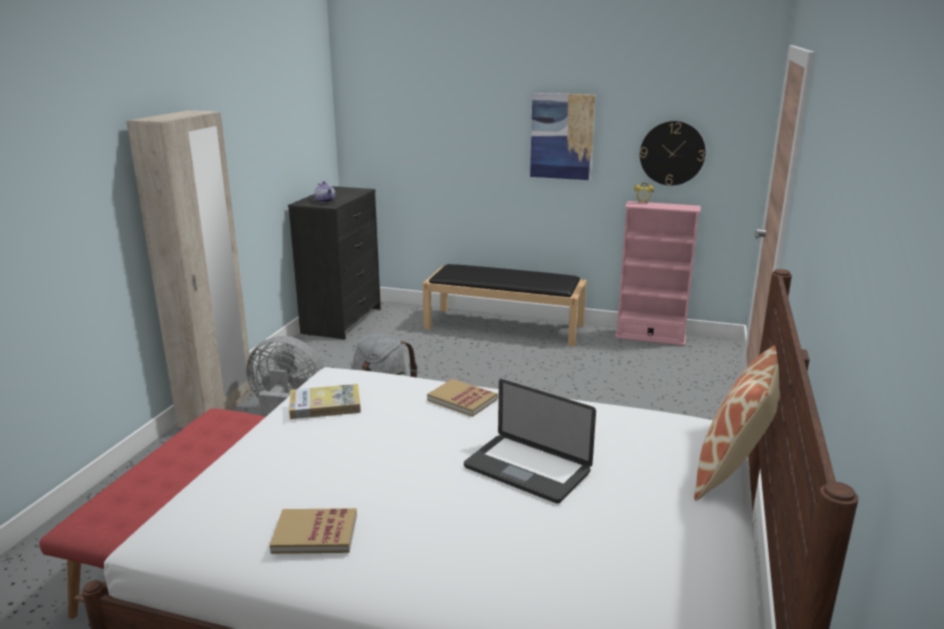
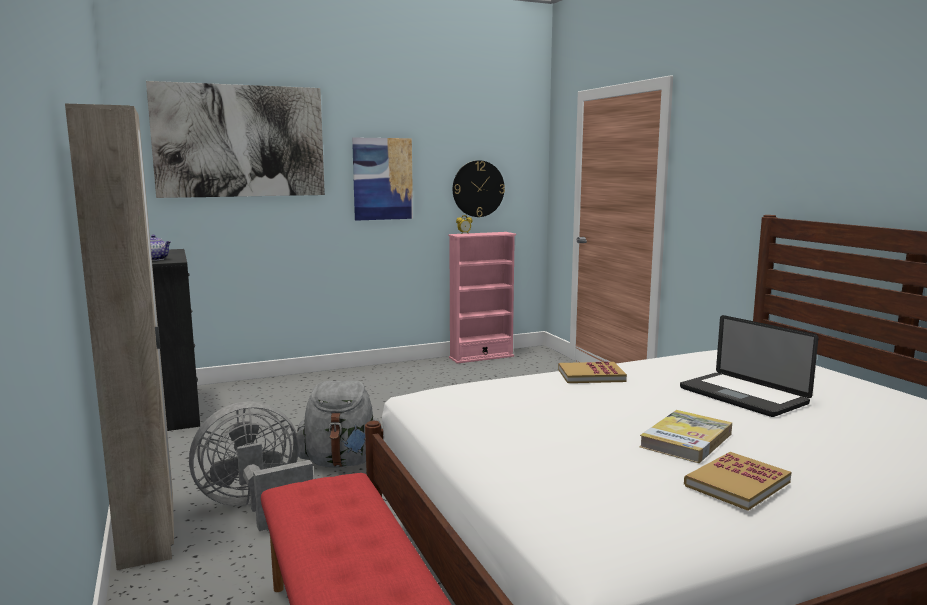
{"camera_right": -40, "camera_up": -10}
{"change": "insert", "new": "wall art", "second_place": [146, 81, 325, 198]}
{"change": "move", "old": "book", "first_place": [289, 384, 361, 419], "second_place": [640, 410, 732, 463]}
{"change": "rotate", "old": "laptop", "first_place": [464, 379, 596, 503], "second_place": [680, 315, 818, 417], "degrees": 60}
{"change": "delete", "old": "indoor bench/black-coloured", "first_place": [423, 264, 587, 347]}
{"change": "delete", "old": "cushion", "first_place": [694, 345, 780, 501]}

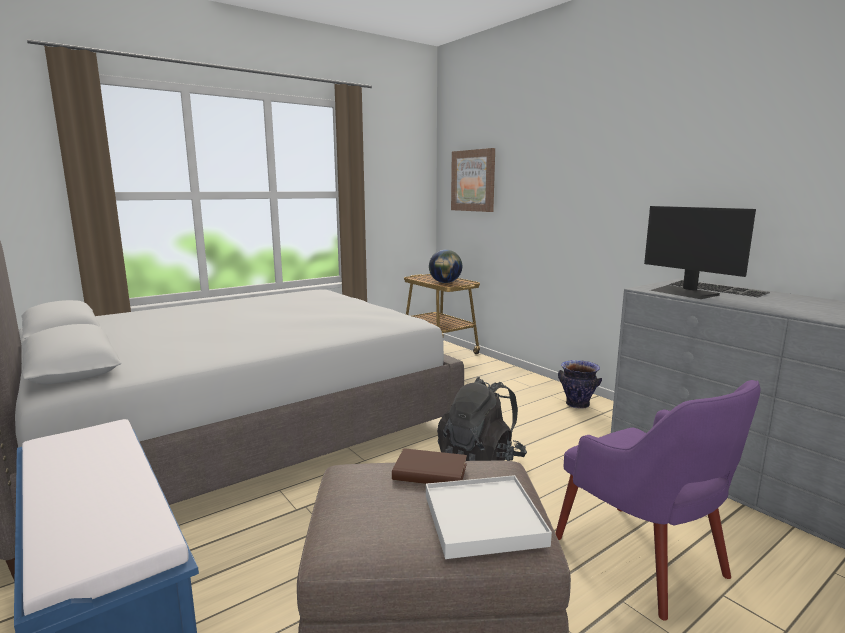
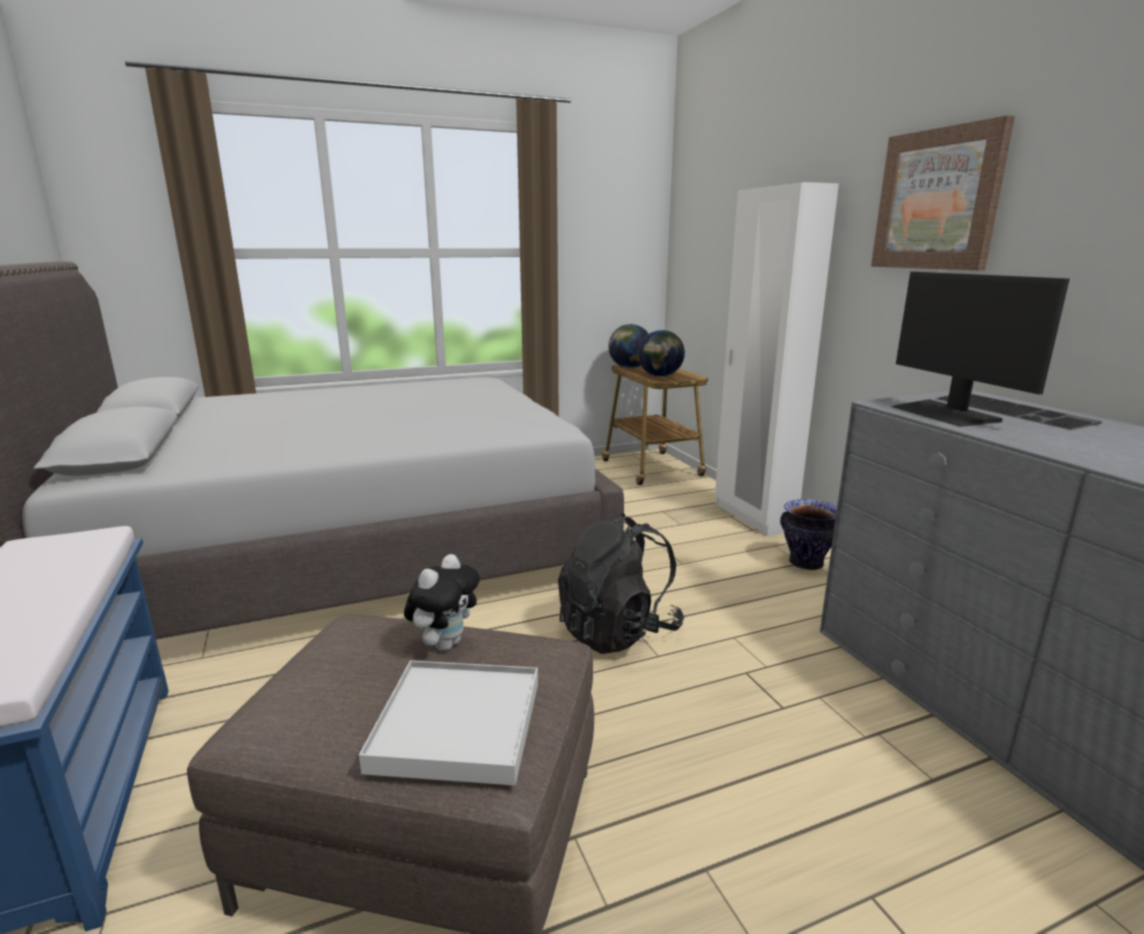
{"camera_right": 15, "camera_up": 5}
{"change": "replace", "old": "book/brown-coloured", "new": "cuddly toy", "first_place": [392, 448, 467, 484], "second_place": [404, 554, 480, 651]}
{"change": "insert", "new": "desk globe", "second_place": [609, 324, 648, 368]}
{"change": "insert", "new": "clothes cupboard/whitish", "second_place": [715, 182, 839, 536]}
{"change": "move", "old": "wall art", "first_place": [451, 148, 495, 212], "second_place": [871, 115, 1015, 270]}
{"change": "delete", "old": "armchair/purple-coloured", "first_place": [555, 380, 760, 621]}

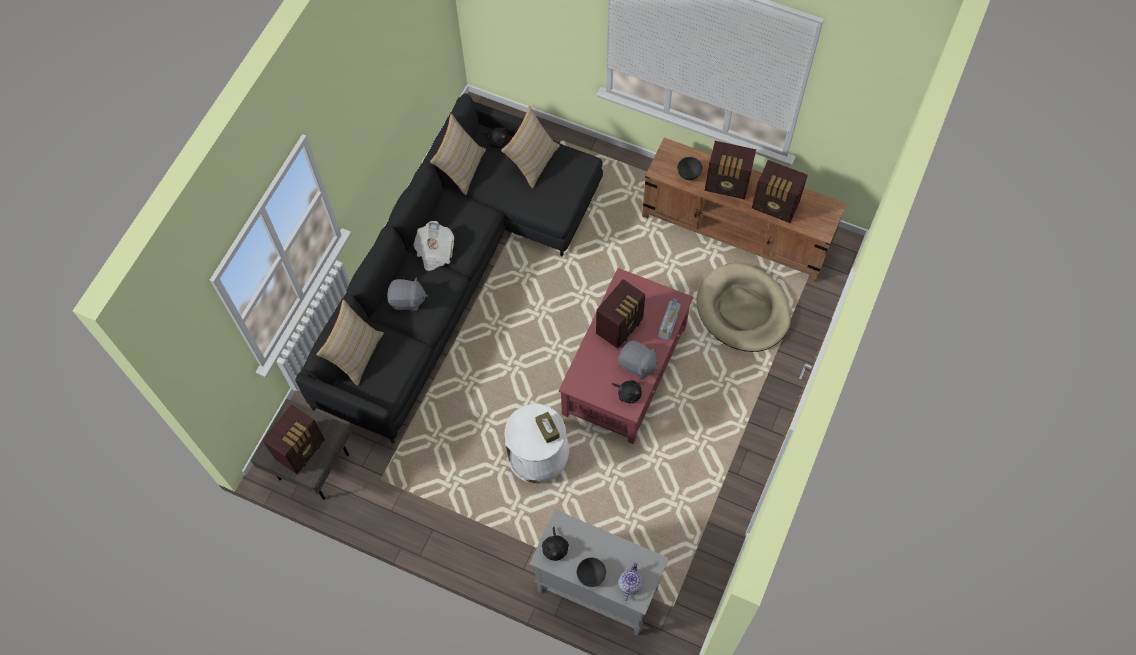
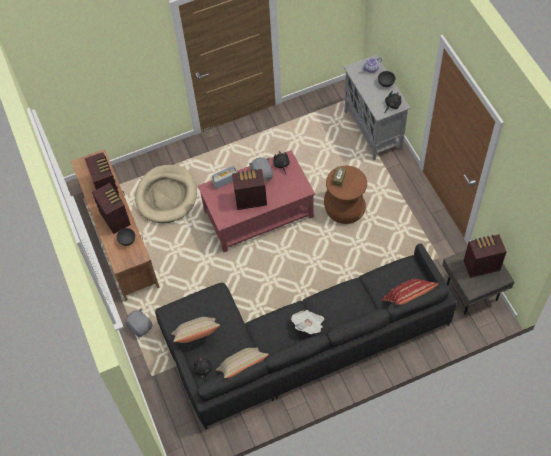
{"camera_right": -135, "camera_up": -5}
{"change": "move", "old": "cuddly toy/grey", "first_place": [387, 277, 428, 311], "second_place": [124, 308, 152, 337]}
{"change": "recolor", "old": "stool seat/whitish", "new": "stool seat/brown-coloured", "first_place": [505, 404, 569, 484], "second_place": [324, 166, 367, 224]}
{"change": "recolor", "old": "cushion/sand-coloured", "new": "cushion/reddish", "first_place": [316, 300, 384, 386], "second_place": [381, 279, 439, 305]}

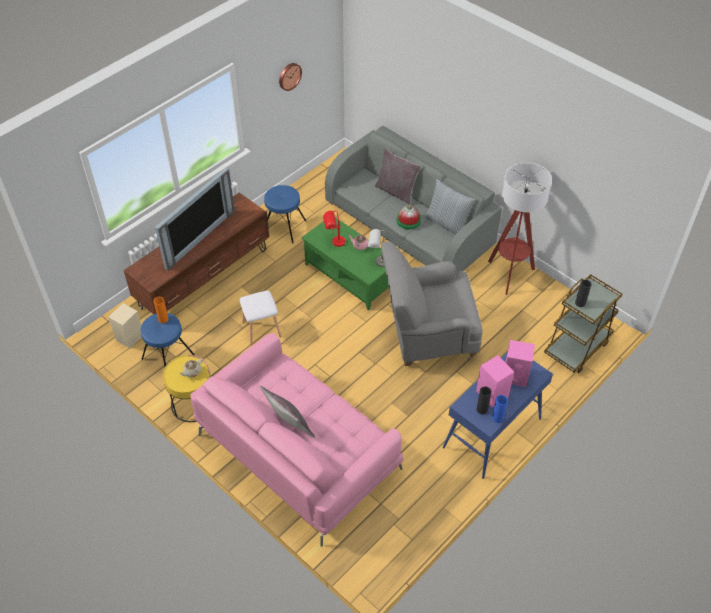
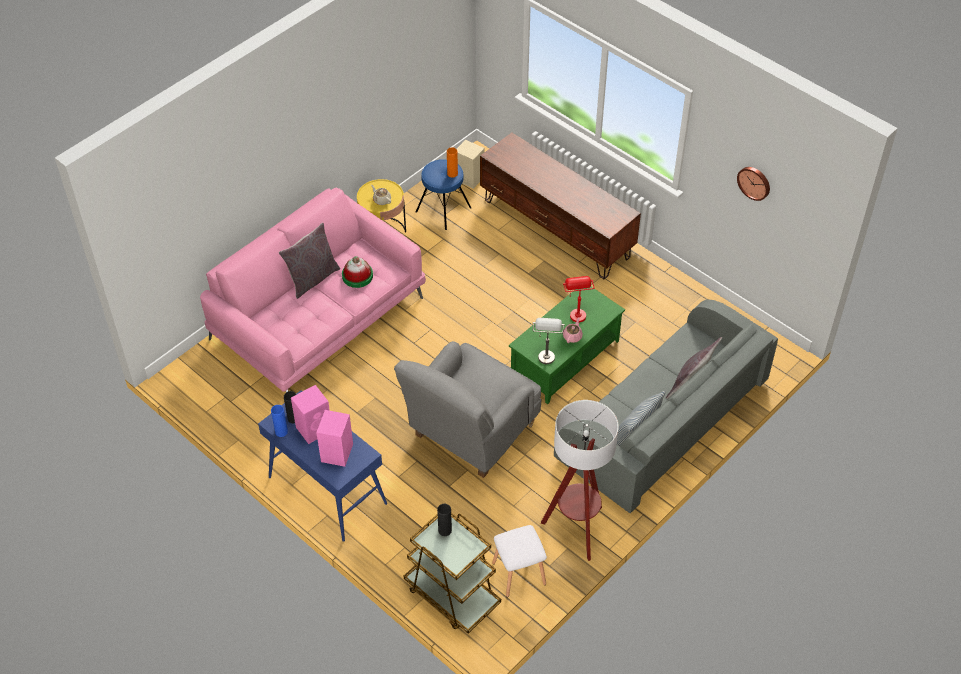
{"camera_right": 90, "camera_up": 0}
{"change": "move", "old": "wearable hat", "first_place": [397, 204, 421, 230], "second_place": [342, 256, 373, 288]}
{"change": "rotate", "old": "armchair/grey", "first_place": [381, 242, 483, 366], "second_place": [394, 341, 541, 478], "degrees": -135}
{"change": "move", "old": "stool seat/whitish", "first_place": [239, 291, 281, 345], "second_place": [492, 525, 547, 597]}
{"change": "delete", "old": "TV", "first_place": [155, 168, 235, 271]}
{"change": "delete", "old": "stool seat/bluish", "first_place": [264, 185, 306, 243]}

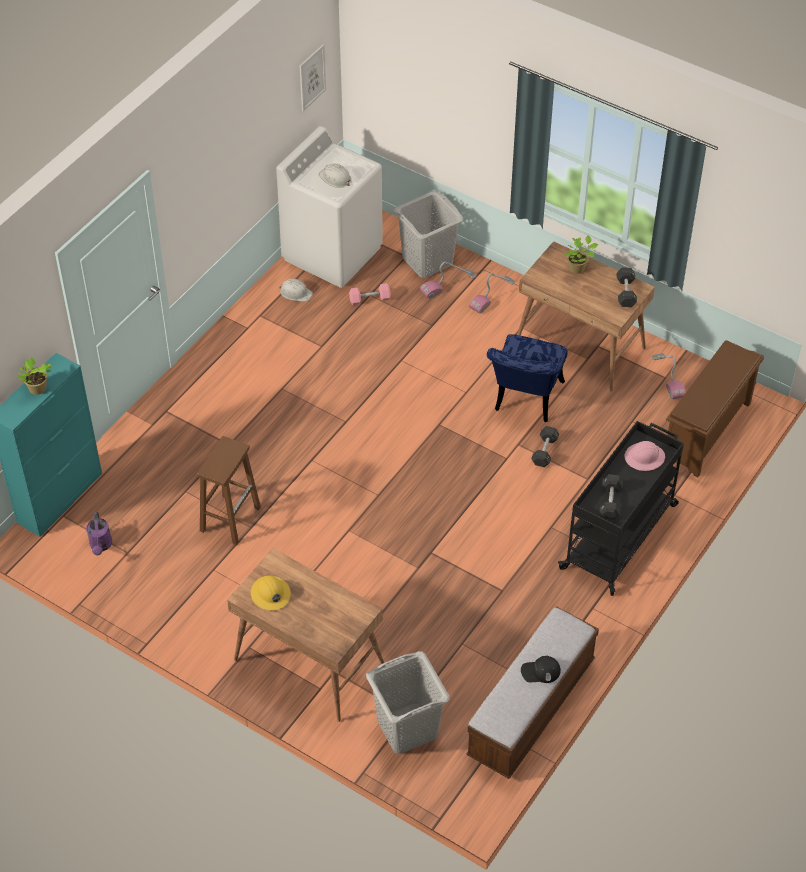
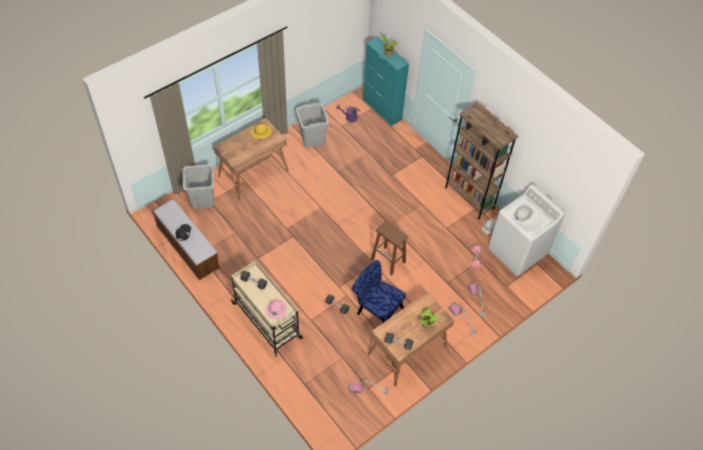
{"camera_right": 105, "camera_up": 5}
{"change": "recolor", "old": "wheeled cart/black-coloured", "new": "wheeled cart/sand-coloured", "first_place": [558, 421, 684, 596], "second_place": [231, 261, 303, 357]}
{"change": "move", "old": "laundry basket/grey", "first_place": [394, 191, 464, 278], "second_place": [296, 103, 329, 148]}
{"change": "move", "old": "stool seat/brown-coloured", "first_place": [197, 436, 261, 545], "second_place": [371, 220, 408, 276]}
{"change": "insert", "new": "shelving unit/brown-coloured", "second_place": [445, 102, 518, 219]}
{"change": "delete", "old": "wall art", "first_place": [300, 44, 326, 112]}
{"change": "delete", "old": "shoe stand/brown-coloured", "first_place": [666, 340, 764, 478]}

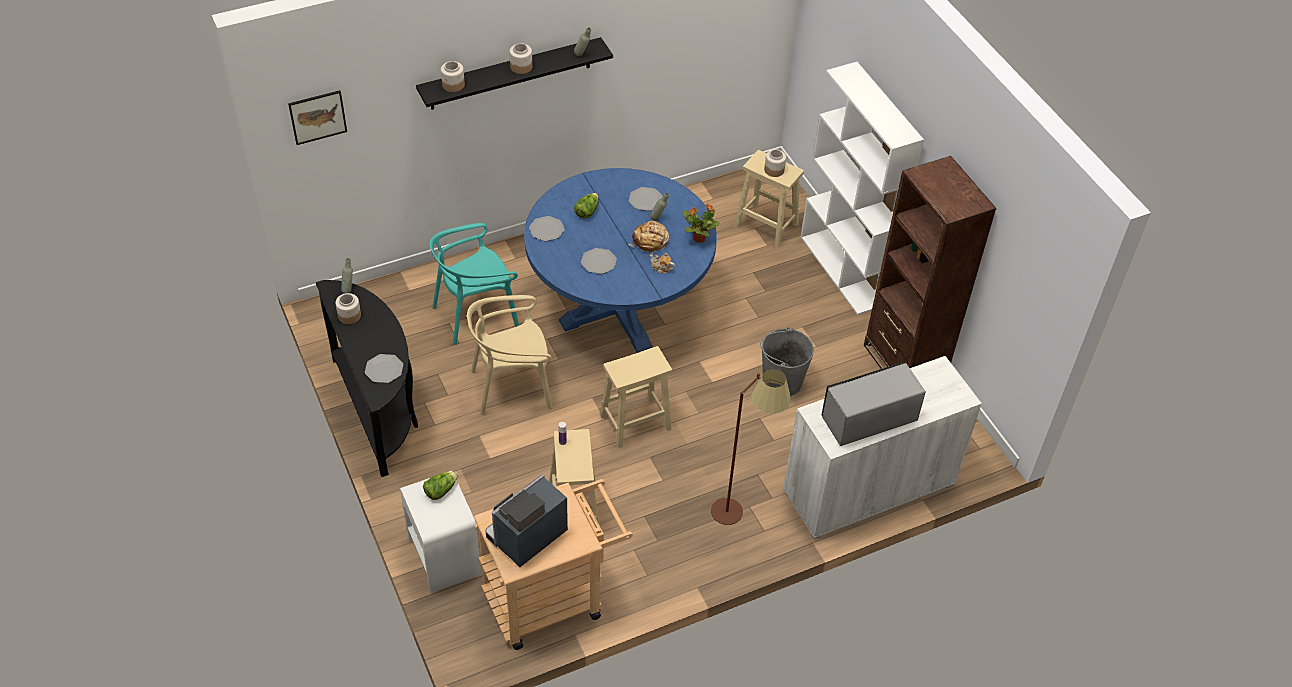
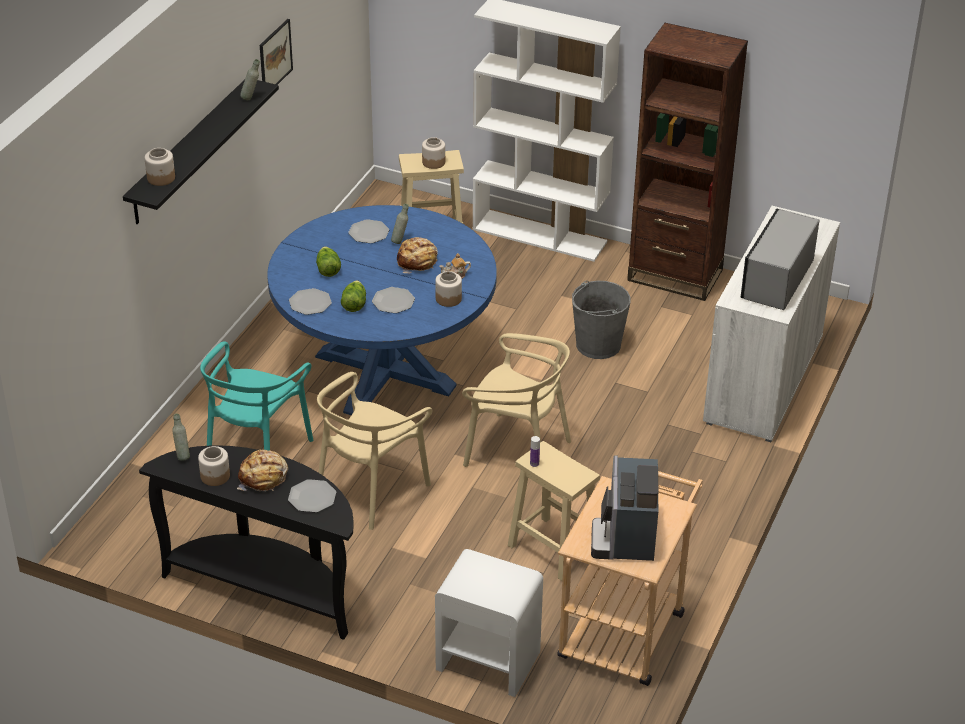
{"camera_right": -40, "camera_up": -10}
{"change": "insert", "new": "bread", "second_place": [237, 450, 288, 491]}
{"change": "move", "old": "wall art", "first_place": [288, 90, 347, 145], "second_place": [260, 19, 293, 85]}
{"change": "move", "old": "lettuce head", "first_place": [423, 472, 458, 500], "second_place": [341, 280, 366, 312]}
{"change": "move", "old": "preserve jar", "first_place": [510, 43, 533, 74], "second_place": [435, 271, 462, 307]}
{"change": "replace", "old": "stool seat/sand-coloured", "new": "plain chair/sand-coloured", "first_place": [600, 346, 672, 449], "second_place": [462, 333, 571, 467]}
{"change": "delete", "old": "plant in a pot", "first_place": [682, 204, 720, 243]}
{"change": "delete", "old": "standard lamp/brown-coloured", "first_place": [711, 369, 791, 525]}

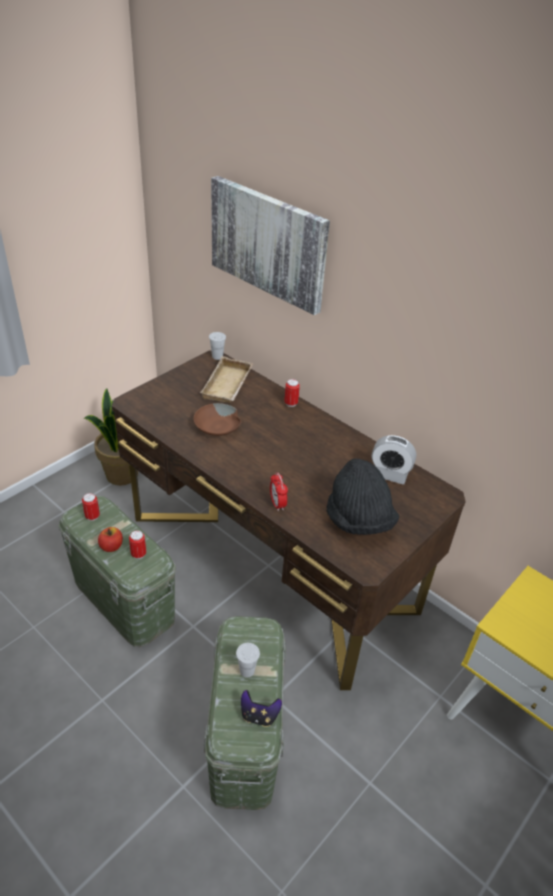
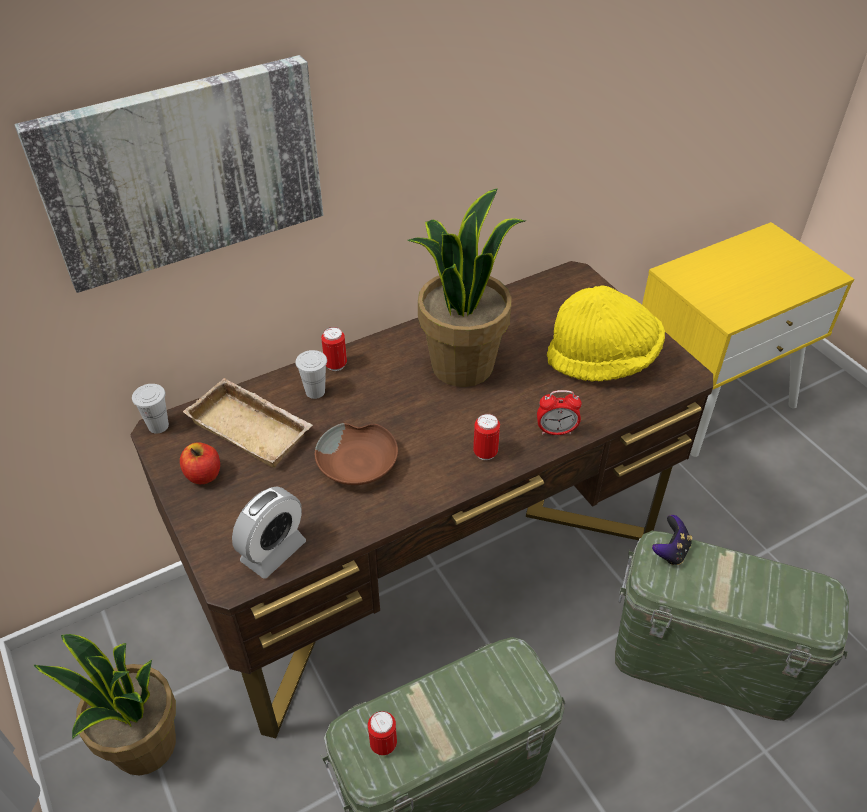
{"camera_right": -70, "camera_up": 5}
{"change": "move", "old": "apple", "first_place": [98, 527, 123, 552], "second_place": [180, 442, 220, 484]}
{"change": "move", "old": "alarm clock", "first_place": [372, 435, 416, 484], "second_place": [232, 487, 306, 579]}
{"change": "move", "old": "drinking cup/whitish", "first_place": [236, 643, 260, 678], "second_place": [296, 350, 327, 399]}
{"change": "insert", "new": "plant in a pot", "second_place": [407, 189, 526, 387]}
{"change": "move", "old": "metal can", "first_place": [129, 530, 146, 559], "second_place": [473, 414, 500, 460]}
{"change": "recolor", "old": "wearable hat/black-coloured", "new": "wearable hat/yellow", "first_place": [327, 458, 399, 535], "second_place": [547, 286, 665, 381]}
{"change": "move", "old": "joypad", "first_place": [241, 690, 282, 727], "second_place": [652, 515, 692, 565]}

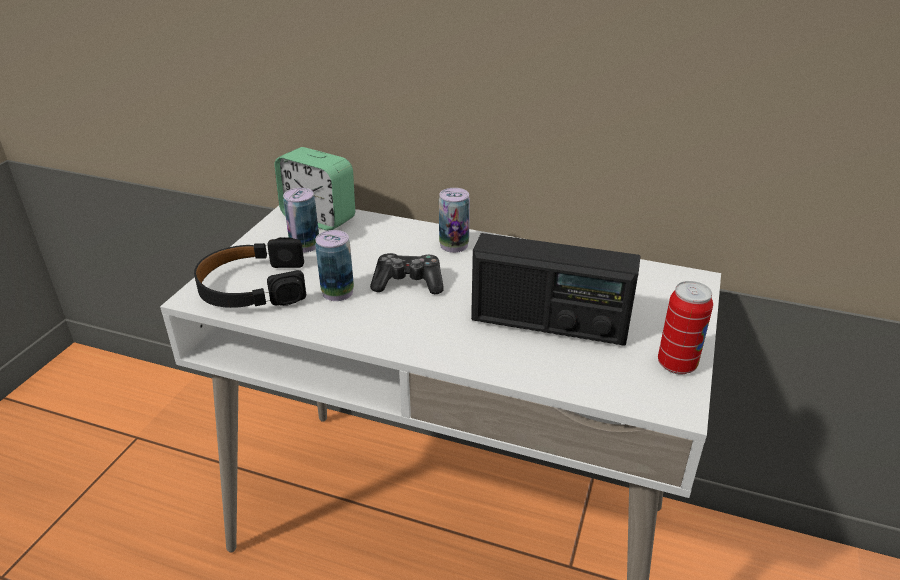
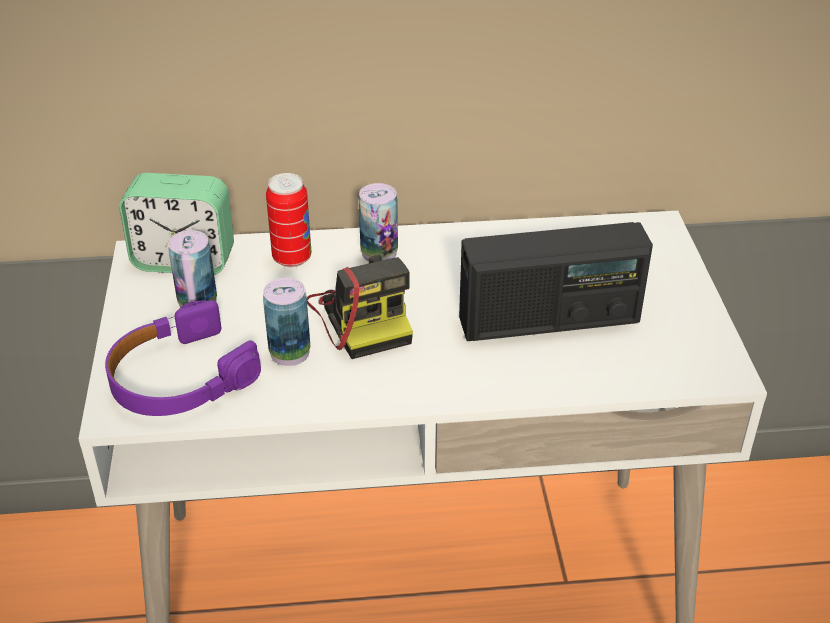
{"camera_right": -25, "camera_up": 5}
{"change": "recolor", "old": "pair of headphones/black-coloured", "new": "pair of headphones/purple-coloured", "first_place": [194, 237, 306, 308], "second_place": [105, 300, 261, 416]}
{"change": "move", "old": "metal can", "first_place": [658, 281, 713, 375], "second_place": [266, 173, 311, 267]}
{"change": "replace", "old": "joypad", "new": "still camera", "first_place": [370, 253, 444, 294], "second_place": [307, 255, 413, 359]}

